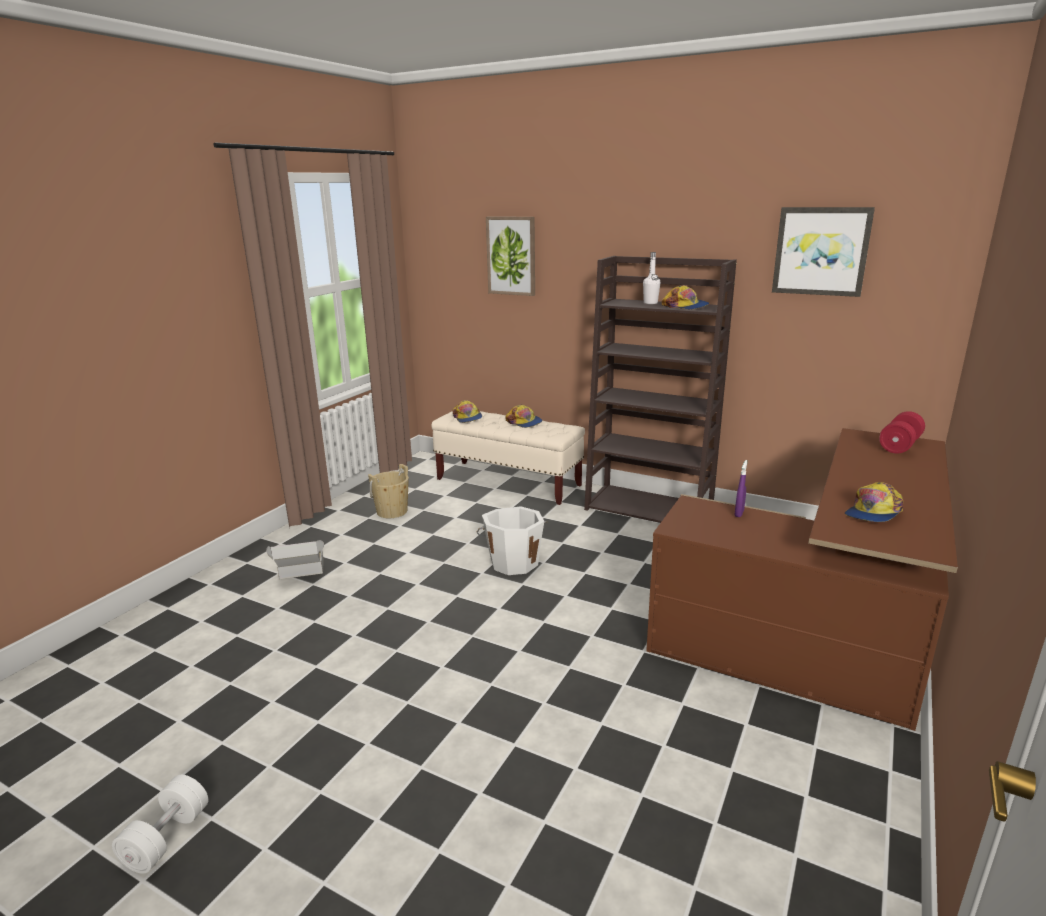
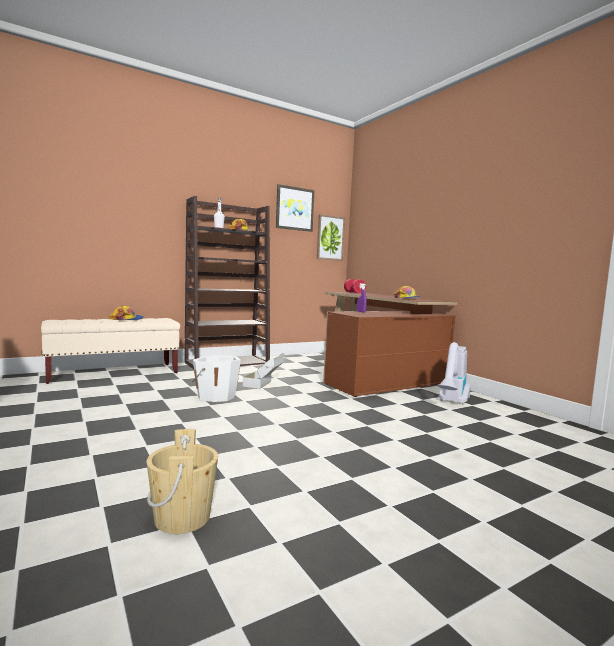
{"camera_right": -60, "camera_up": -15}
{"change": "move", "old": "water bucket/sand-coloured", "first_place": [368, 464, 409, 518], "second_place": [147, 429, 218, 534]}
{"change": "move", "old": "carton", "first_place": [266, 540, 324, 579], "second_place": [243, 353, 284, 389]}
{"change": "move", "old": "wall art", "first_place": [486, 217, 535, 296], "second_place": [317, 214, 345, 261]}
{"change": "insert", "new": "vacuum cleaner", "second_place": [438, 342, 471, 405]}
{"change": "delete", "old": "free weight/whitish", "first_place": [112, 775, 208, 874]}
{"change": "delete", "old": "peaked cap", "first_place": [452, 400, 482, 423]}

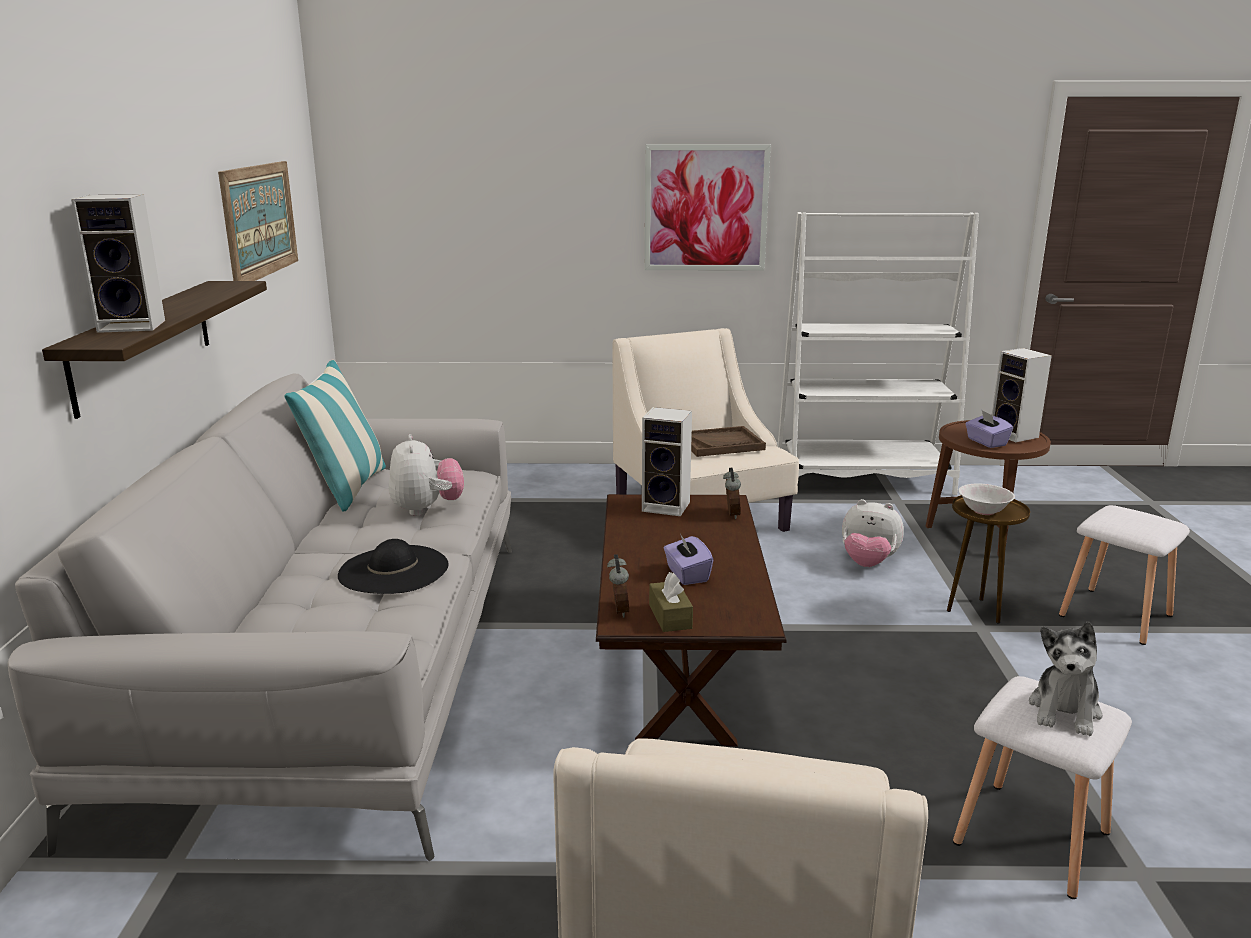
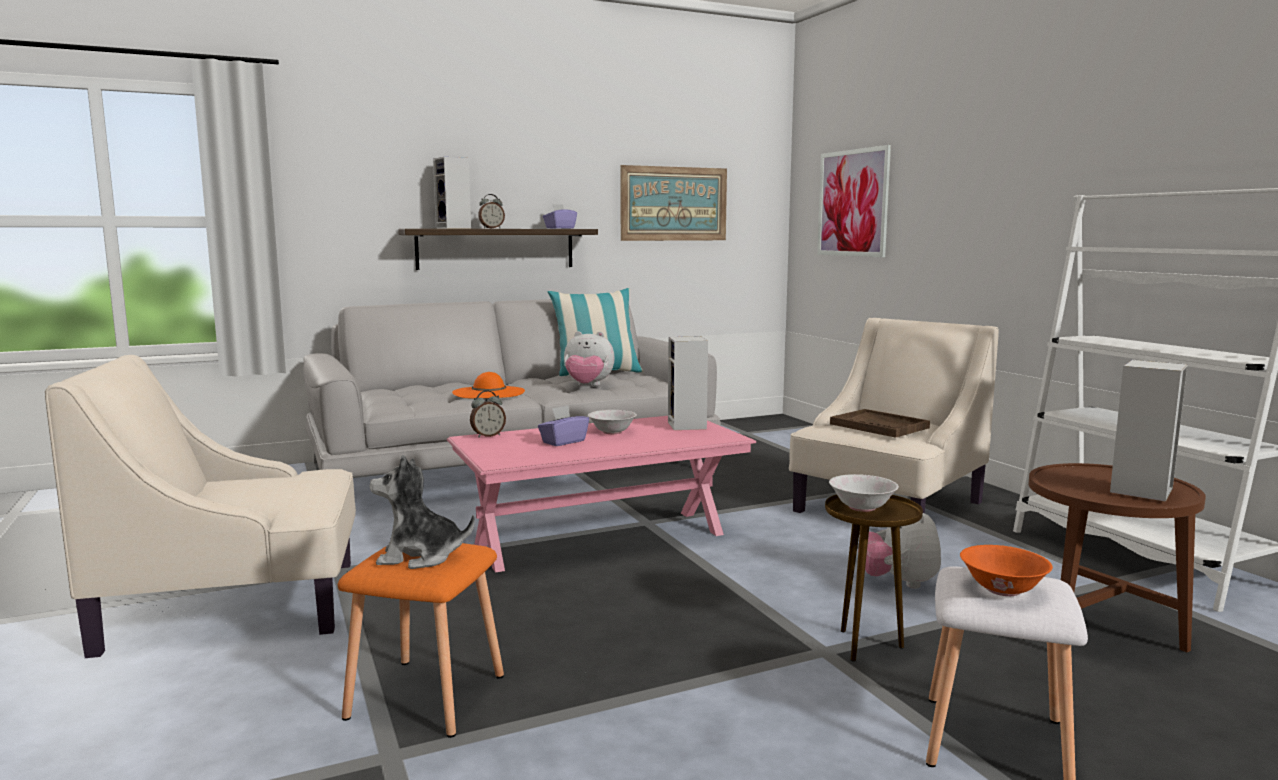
{"camera_right": 65, "camera_up": -10}
{"change": "recolor", "old": "stool seat/whitish", "new": "stool seat/orange-coloured", "first_place": [953, 676, 1132, 899], "second_place": [338, 543, 504, 738]}
{"change": "recolor", "old": "coffee table/brown-coloured", "new": "coffee table/pink", "first_place": [596, 494, 787, 746], "second_place": [447, 416, 756, 573]}
{"change": "recolor", "old": "wearable hat/black-coloured", "new": "wearable hat/orange-coloured", "first_place": [338, 539, 449, 594], "second_place": [452, 372, 525, 398]}
{"change": "move", "old": "alarm clock", "first_place": [723, 468, 741, 519], "second_place": [478, 194, 505, 229]}
{"change": "move", "old": "tissue holder/purple-coloured", "first_place": [965, 410, 1013, 448], "second_place": [543, 204, 577, 229]}
{"change": "rotate", "old": "cuddly toy", "first_place": [389, 434, 464, 516], "second_place": [564, 331, 615, 386], "degrees": 45}
{"change": "insert", "new": "serving bowl/whitish", "second_place": [588, 410, 637, 434]}
{"change": "move", "old": "wall art", "first_place": [645, 145, 771, 271], "second_place": [817, 145, 891, 257]}
{"change": "insert", "new": "serving bowl/orange-coloured", "second_place": [960, 545, 1053, 596]}
{"change": "delete", "old": "tissue holder/brown-coloured", "first_place": [649, 572, 693, 632]}

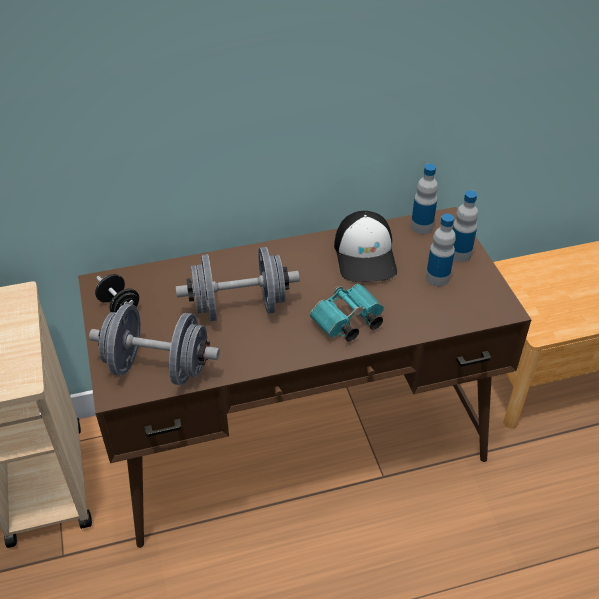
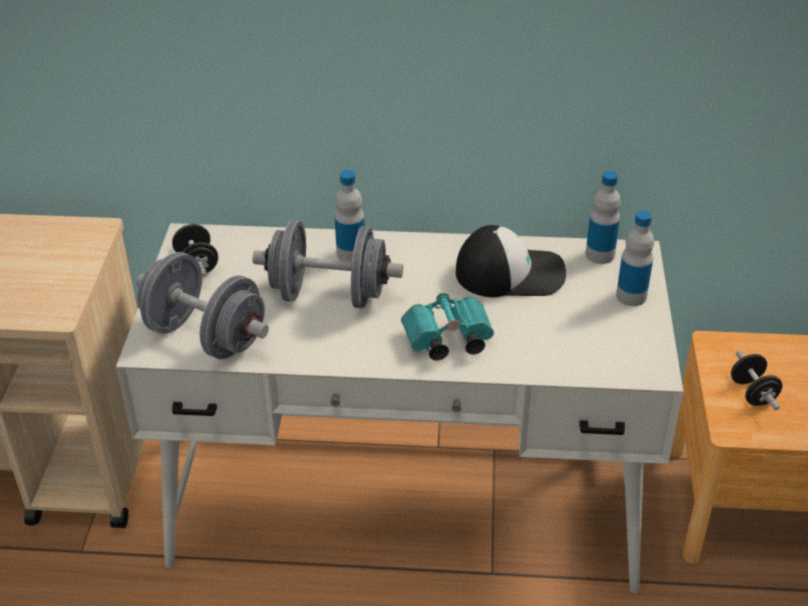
{"camera_right": 20, "camera_up": -5}
{"change": "recolor", "old": "desk unit/brown-coloured", "new": "desk unit/whitish", "first_place": [78, 207, 531, 548], "second_place": [116, 223, 683, 593]}
{"change": "move", "old": "beverage bottle", "first_place": [426, 214, 456, 286], "second_place": [335, 170, 365, 261]}
{"change": "rotate", "old": "peaked cap", "first_place": [334, 211, 397, 282], "second_place": [456, 225, 566, 297], "degrees": -105}
{"change": "insert", "new": "free weight/black-coloured", "second_place": [731, 351, 782, 410]}

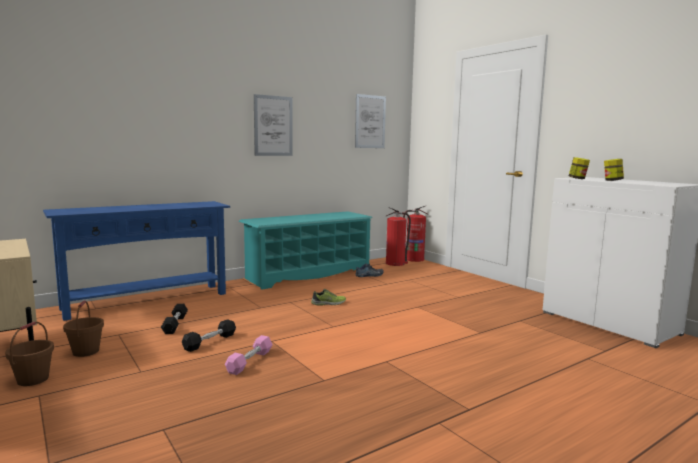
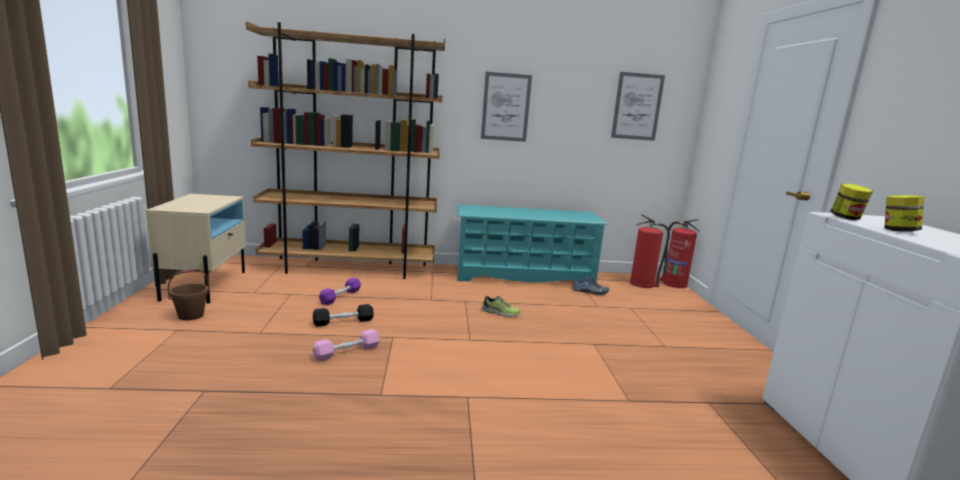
{"camera_right": 30, "camera_up": 5}
{"change": "replace", "old": "console table/bluish", "new": "shelving unit/brown-coloured", "first_place": [43, 201, 230, 321], "second_place": [246, 22, 445, 279]}
{"change": "recolor", "old": "free weight/black-coloured", "new": "free weight/purple-coloured", "first_place": [161, 304, 188, 334], "second_place": [319, 278, 361, 305]}
{"change": "delete", "old": "water bucket/brown-coloured", "first_place": [63, 300, 104, 357]}

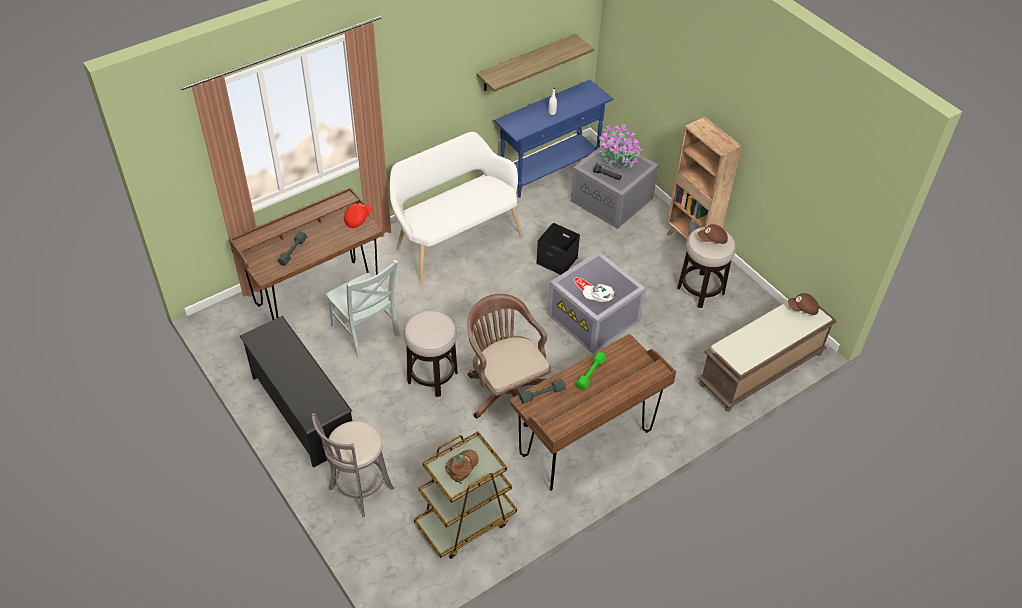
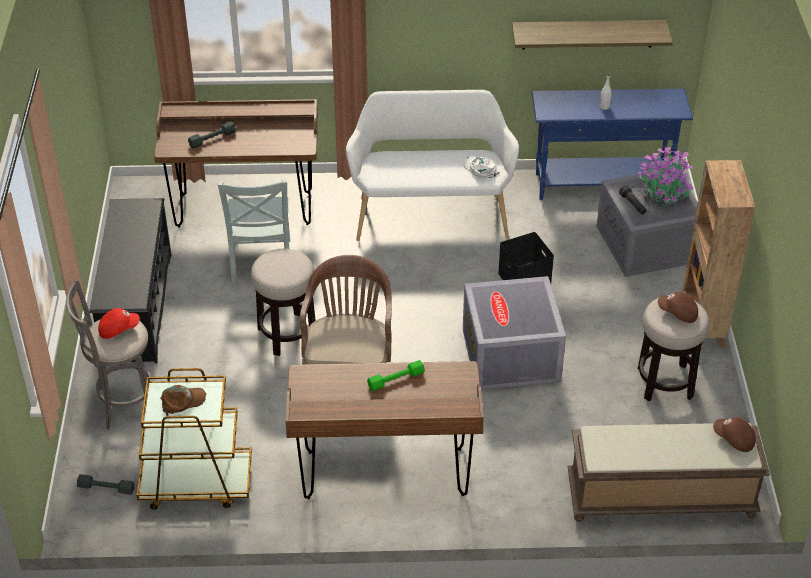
{"camera_right": 35, "camera_up": -5}
{"change": "move", "old": "free weight/grey", "first_place": [519, 379, 566, 403], "second_place": [77, 474, 134, 495]}
{"change": "move", "old": "peaked cap/reddish", "first_place": [344, 203, 372, 228], "second_place": [98, 308, 140, 339]}
{"change": "move", "old": "peaked cap/whitish", "first_place": [582, 284, 615, 302], "second_place": [464, 156, 500, 178]}

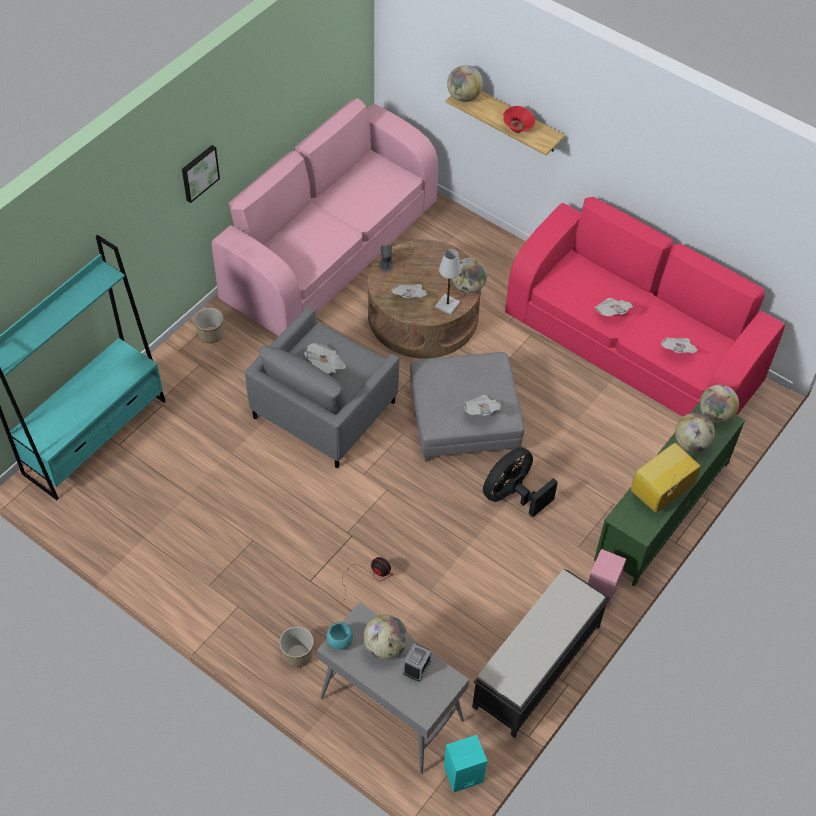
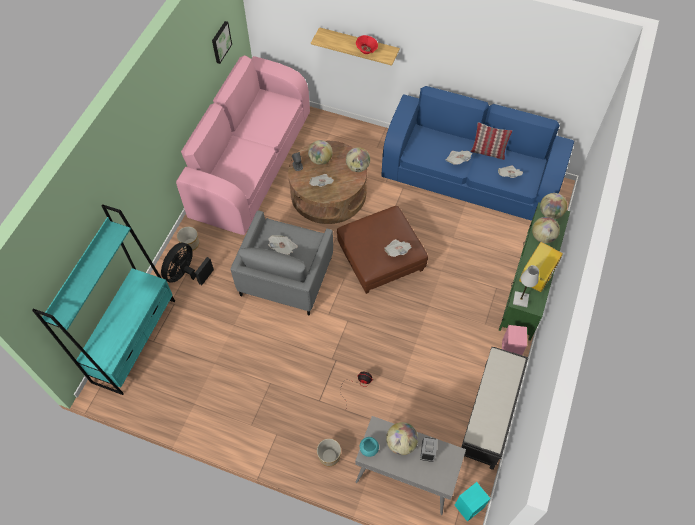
{"camera_right": -15, "camera_up": 5}
{"change": "move", "old": "fan/black-coloured", "first_place": [483, 447, 558, 517], "second_place": [161, 243, 214, 285]}
{"change": "move", "old": "wall art", "first_place": [182, 145, 220, 203], "second_place": [212, 21, 232, 64]}
{"change": "move", "old": "desk globe", "first_place": [447, 65, 483, 102], "second_place": [308, 140, 333, 165]}
{"change": "recolor", "old": "pouffe/grey", "new": "pouffe/brown-coloured", "first_place": [410, 352, 524, 462], "second_place": [337, 206, 428, 294]}
{"change": "recolor", "old": "settee/pink", "new": "settee/bluish", "first_place": [505, 197, 785, 417], "second_place": [381, 86, 574, 221]}
{"change": "insert", "new": "cushion", "second_place": [470, 122, 512, 160]}
{"change": "move", "old": "table lamp/whitish", "first_place": [435, 249, 461, 315], "second_place": [513, 265, 539, 307]}

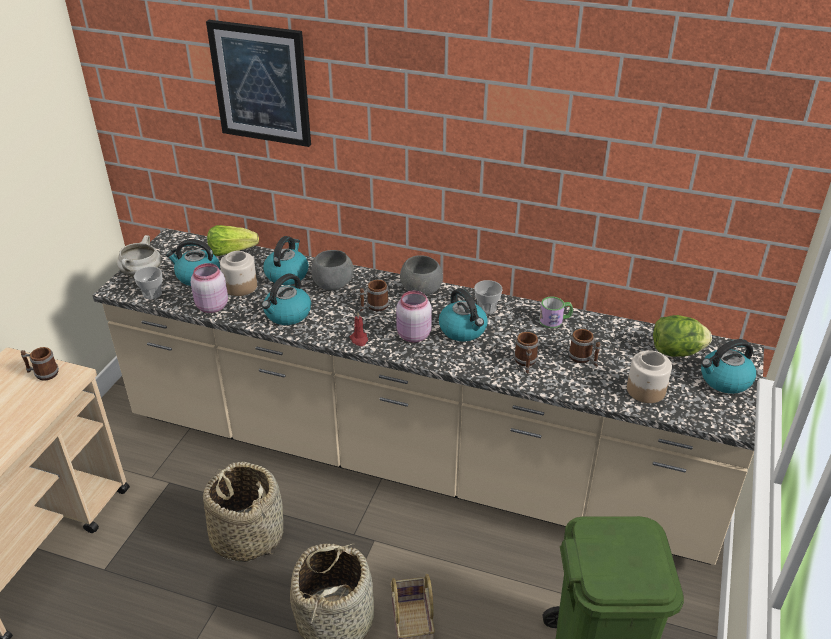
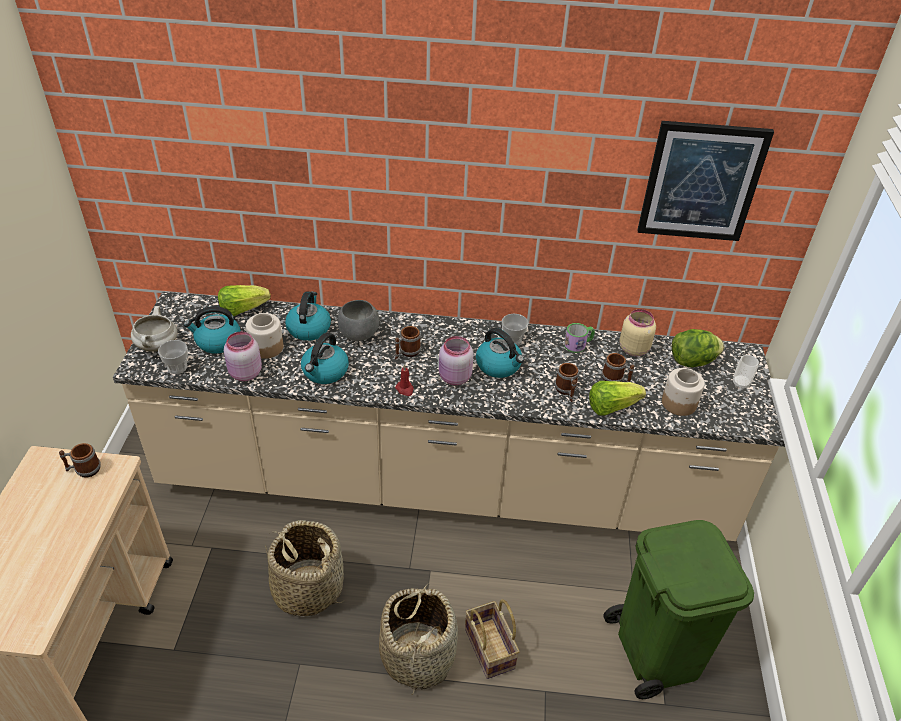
{"camera_right": -15, "camera_up": 5}
{"change": "insert", "new": "lettuce head", "second_place": [589, 381, 646, 416]}
{"change": "insert", "new": "preserve jar/sand-coloured", "second_place": [619, 309, 656, 356]}
{"change": "move", "old": "wall art", "first_place": [206, 20, 311, 147], "second_place": [637, 121, 774, 241]}
{"change": "replace", "old": "water kettle", "new": "drinking cup", "first_place": [701, 339, 756, 394], "second_place": [733, 355, 759, 389]}
{"change": "delete", "old": "serving bowl/grey", "first_place": [400, 255, 443, 296]}

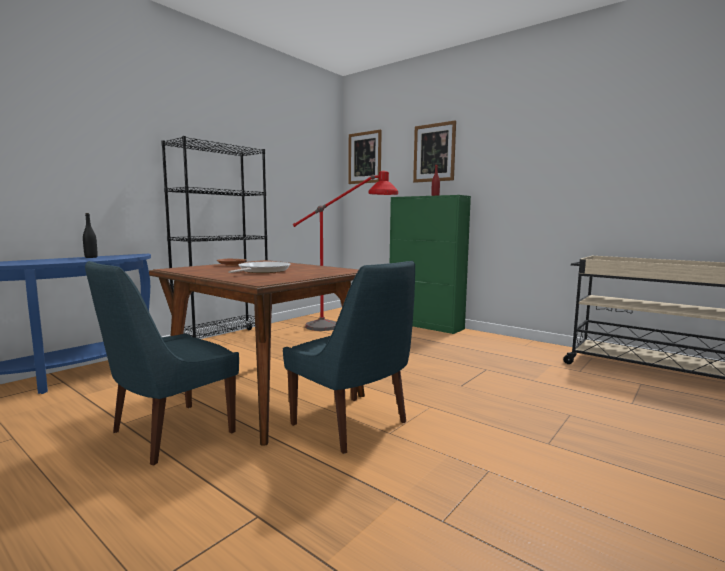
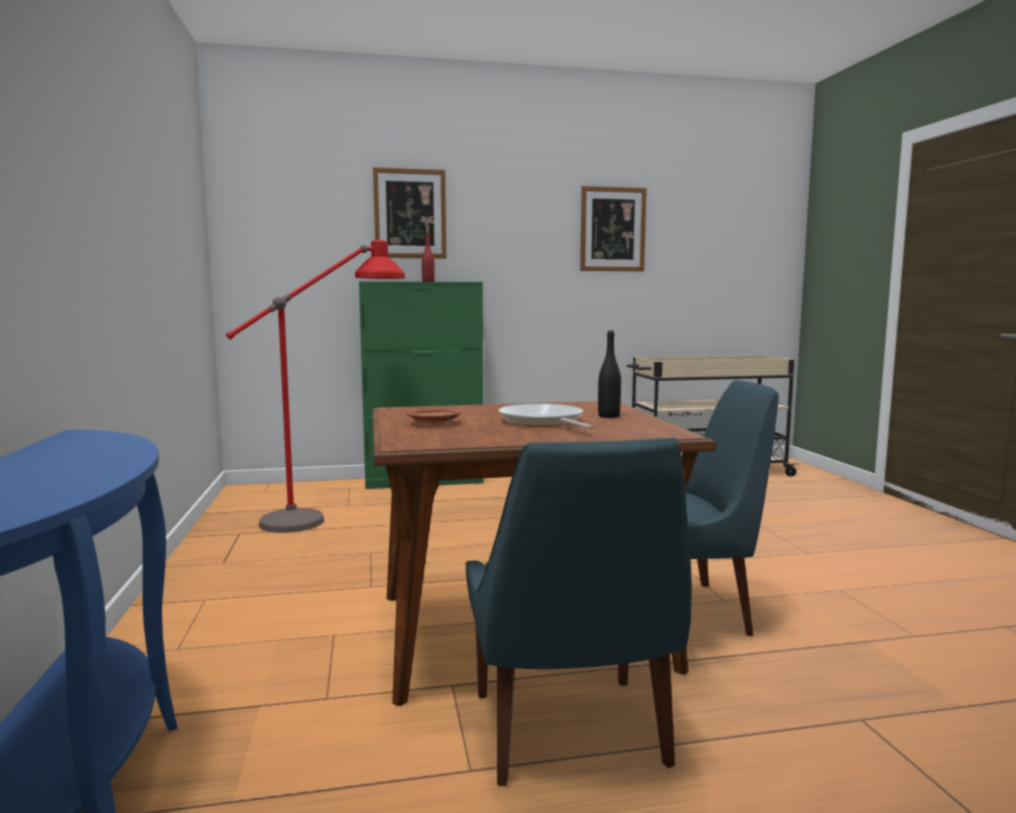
{"camera_right": -50, "camera_up": 0}
{"change": "move", "old": "wall art", "first_place": [348, 129, 382, 184], "second_place": [580, 186, 647, 271]}
{"change": "move", "old": "beverage bottle/black-coloured", "first_place": [83, 213, 98, 258], "second_place": [598, 330, 621, 418]}
{"change": "delete", "old": "shelving unit/black-coloured", "first_place": [161, 136, 268, 338]}

